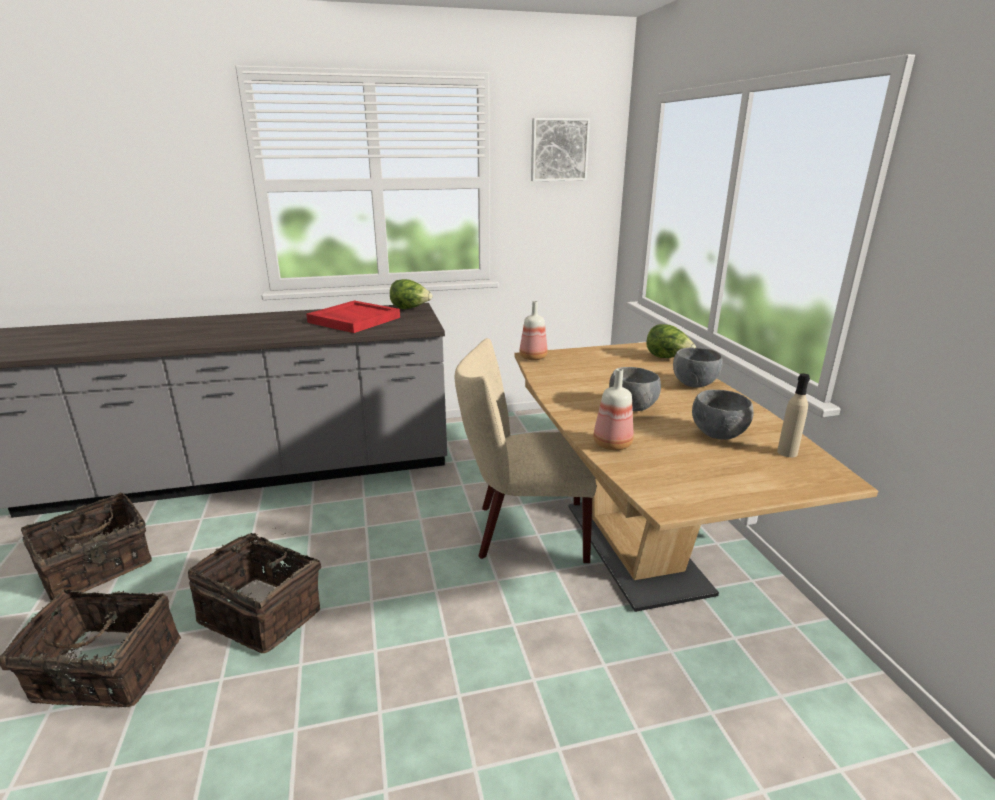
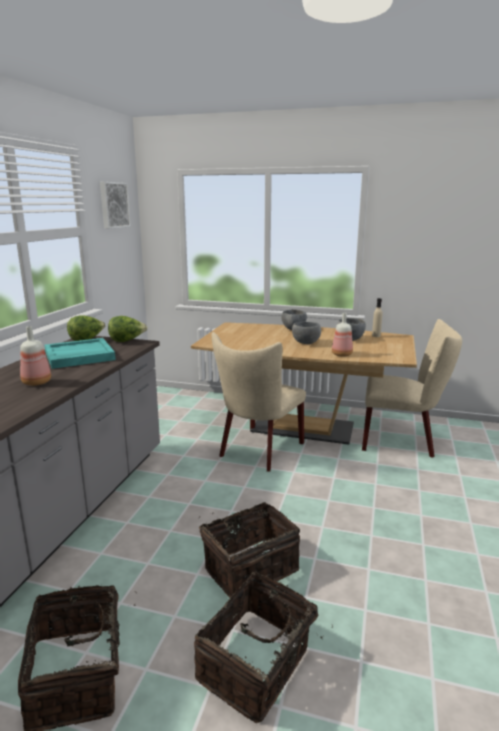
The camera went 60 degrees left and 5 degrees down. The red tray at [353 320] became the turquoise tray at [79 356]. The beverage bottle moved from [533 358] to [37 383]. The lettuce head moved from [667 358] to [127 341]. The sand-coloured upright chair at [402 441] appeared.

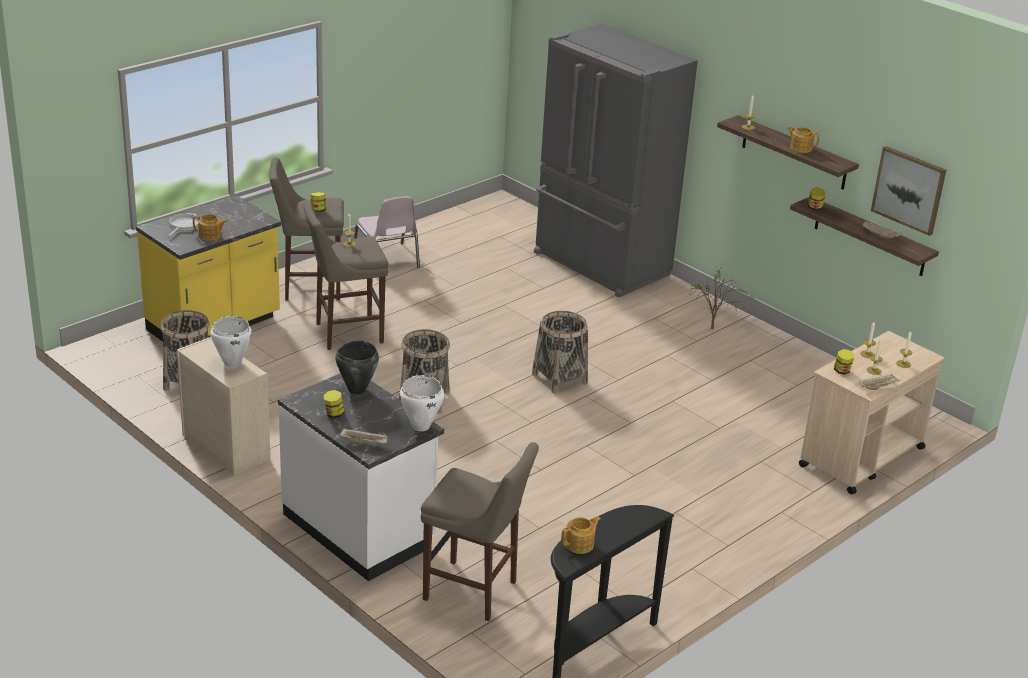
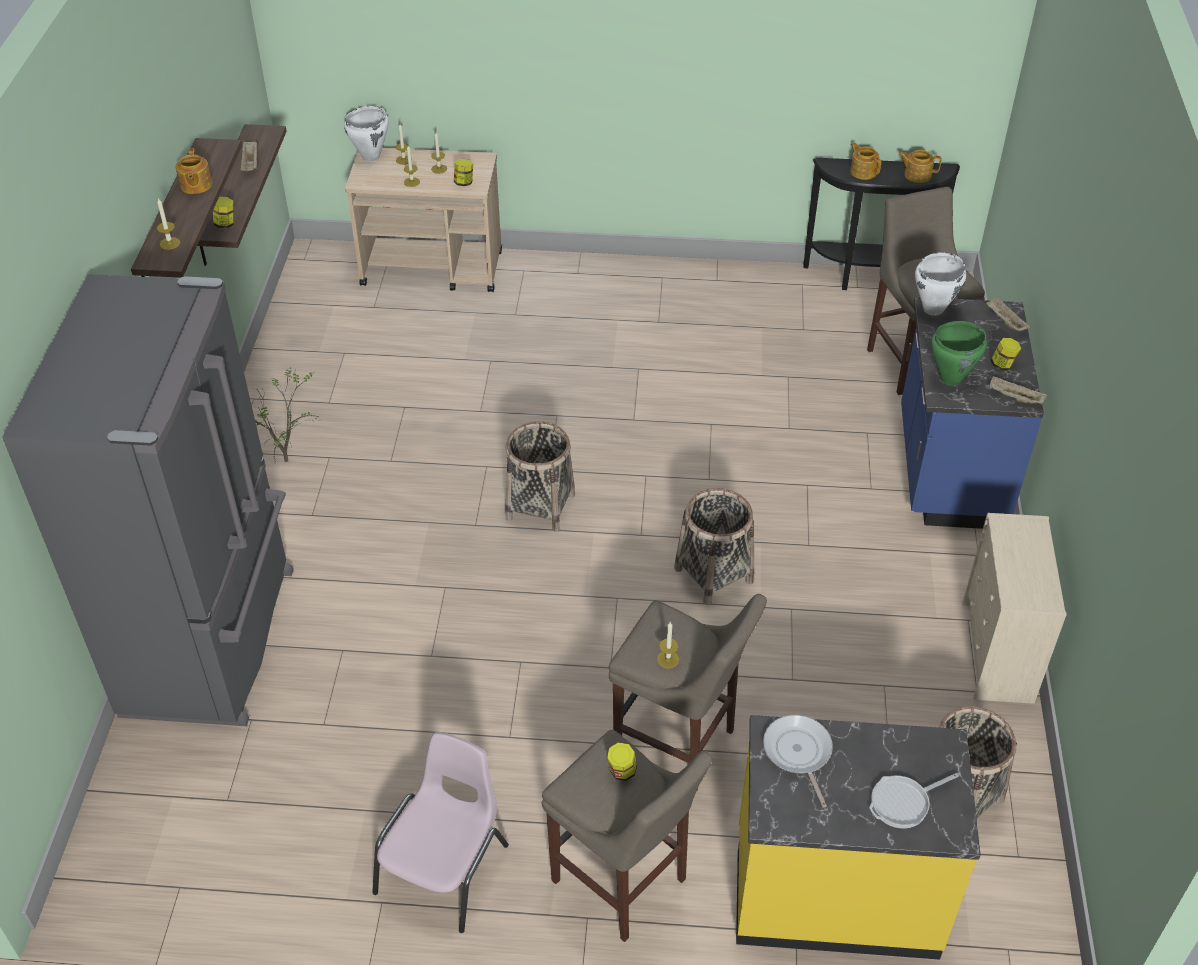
The camera went 130 degrees left and 15 degrees up. The wall picture at [909 190] disappeared. The tea pot moved from [210 235] to [863 171]. The white stockpot moved from [232 363] to [371 157]. The blackish stockpot at [356 390] became the greenish stockpot at [951 378]. The white kitchen counter at [360 529] became the blue-coloured kitchen counter at [947 470]. The sand-coloured tray moved from [878 387] to [1014 398]. The pan at [798 753] appeared.

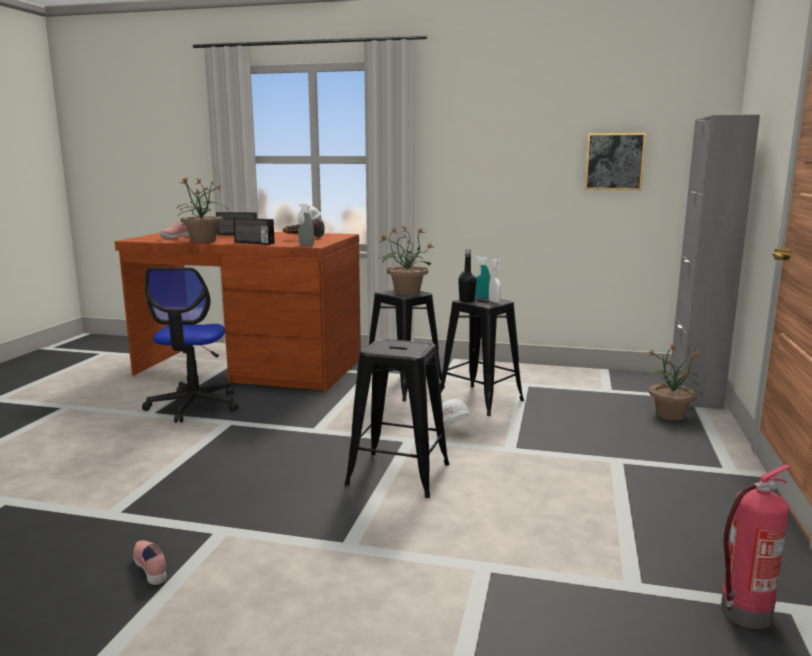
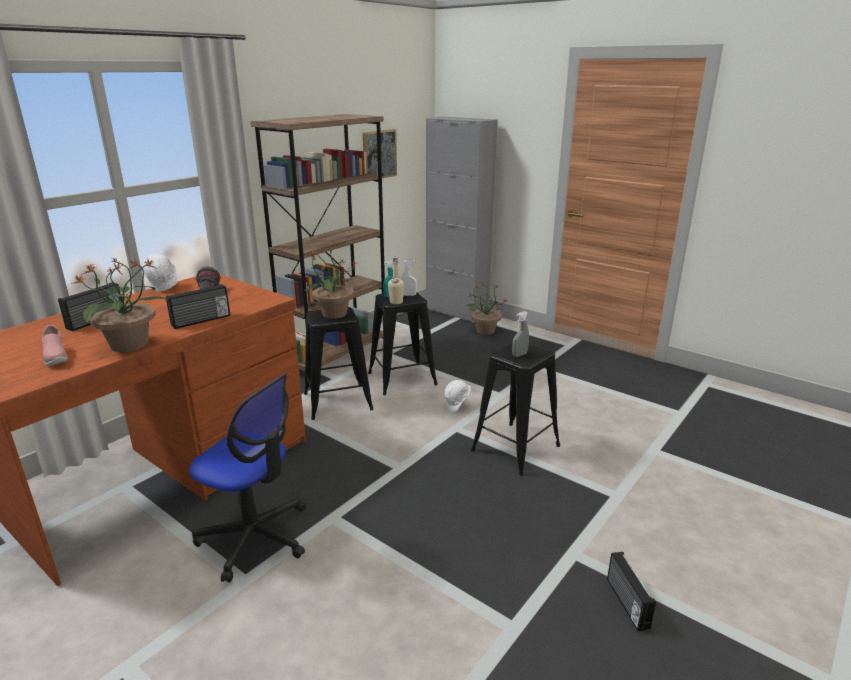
The camera went 65 degrees left and 10 degrees up. The grey hand sprayer moved from [306 245] to [519 355]. The blackish beverage bottle at [466 301] became the sand-coloured beverage bottle at [396 302]. The fire extinguisher at [745 614] disappeared. The pink-coloured shoe at [152 569] was replaced by the radio set at [626 603]. The brown bookcase at [336 359] appeared.

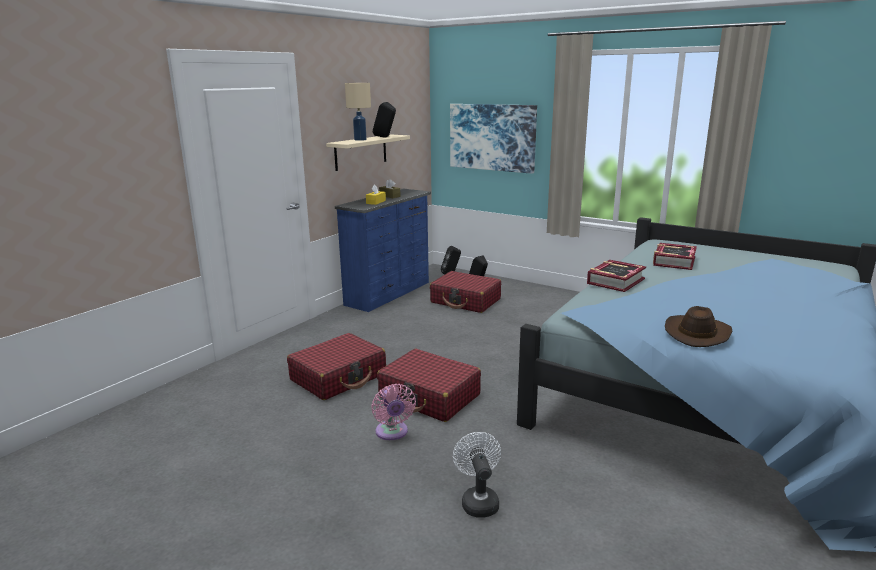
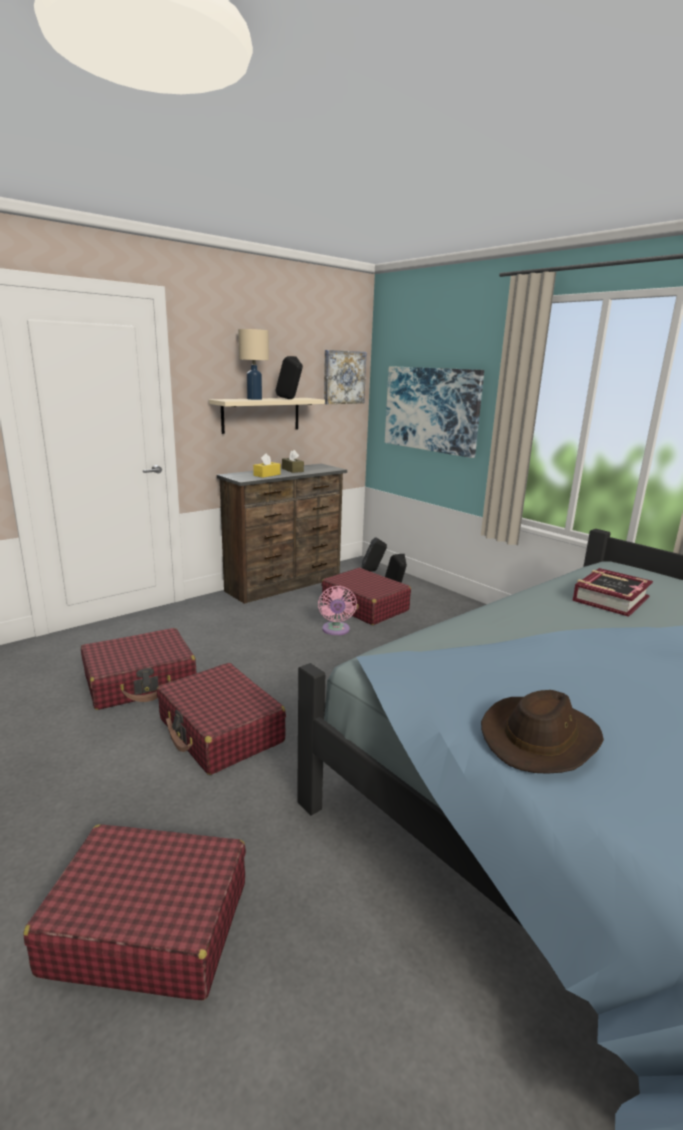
The camera went 15 degrees right and 0 degrees up. The blue-coloured chest of drawers at [389 293] became the brown chest of drawers at [285 584]. The book at [615 281] disappeared. The pink-coloured cooling fan moved from [392 433] to [336 630]. The white cooling fan at [478 501] was replaced by the red piece of luggage at [147 926]. The wall picture at [343 377] appeared.

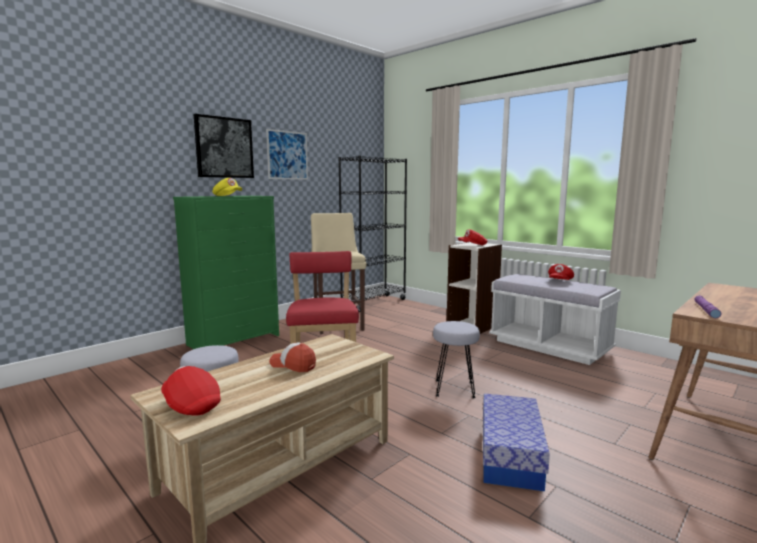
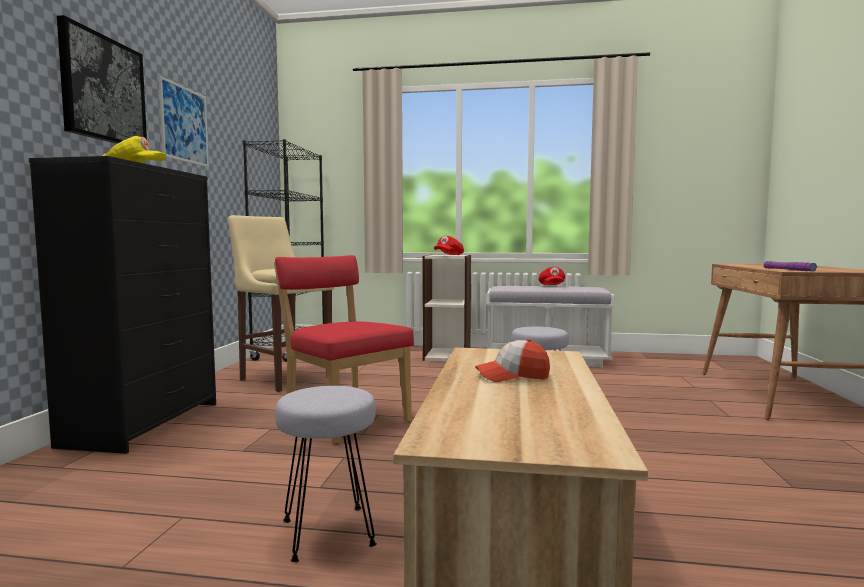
The camera went 35 degrees left and 5 degrees down. The greenish chest of drawers at [235 340] became the blackish chest of drawers at [144 423]. The red baseball cap at [191 405] disappeared. The storage container at [510 455] disappeared.

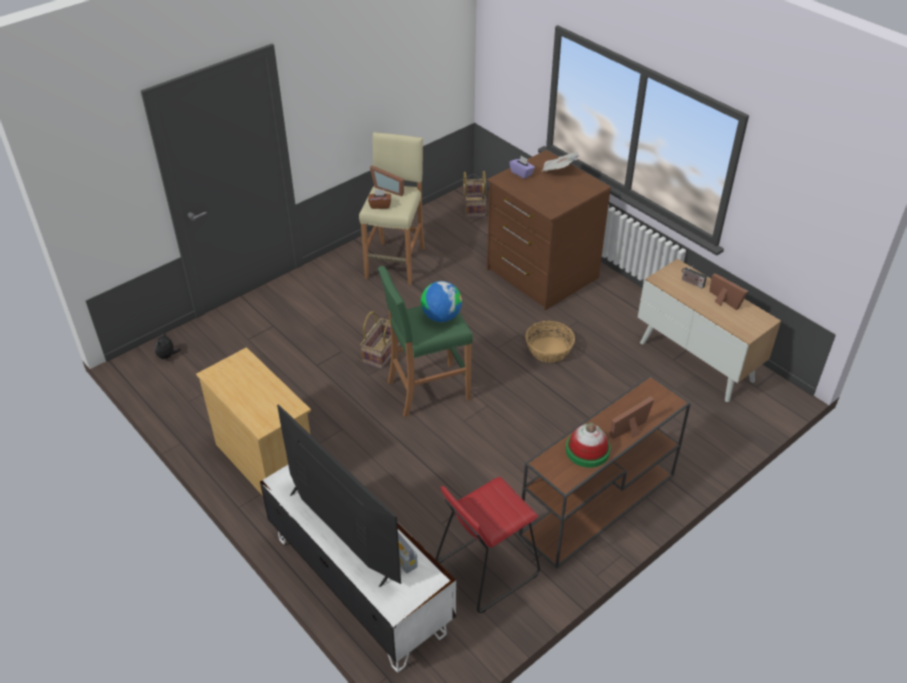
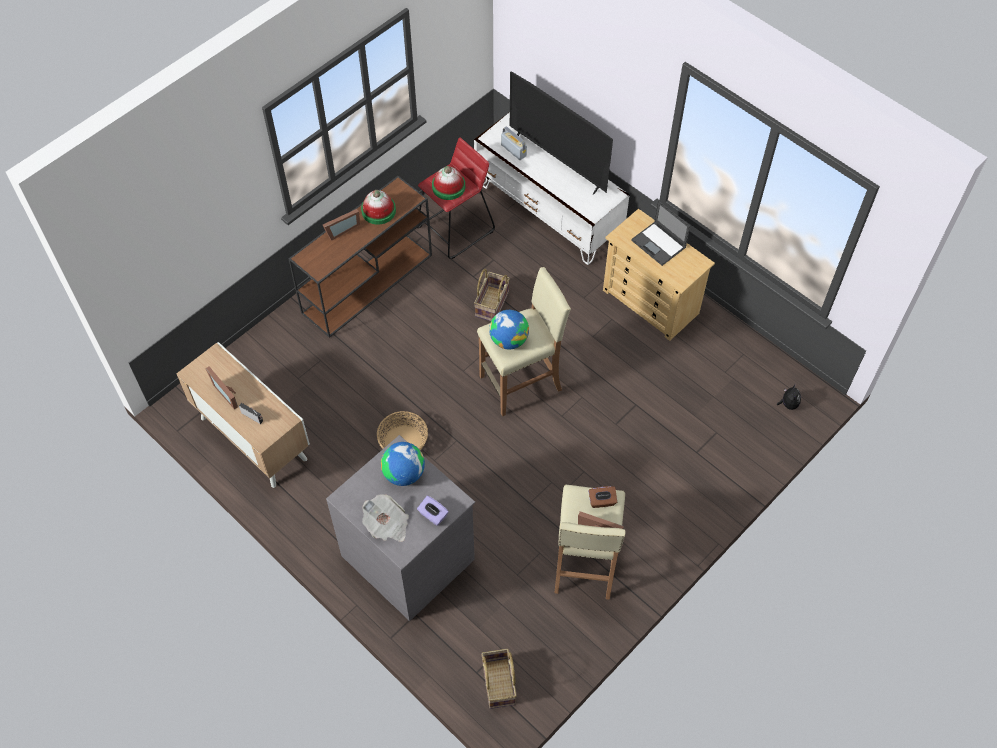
The camera went 175 degrees right and 15 degrees up. The brown chest of drawers at [541 274] became the grey chest of drawers at [409 556]. The greenish stool at [427 390] became the sand-coloured stool at [521 383]. The basket moved from [381 352] to [492 304]. The clothing hat at [448 187] appeared. The laptop at [659 244] appeared. The world globe at [404 474] appeared.

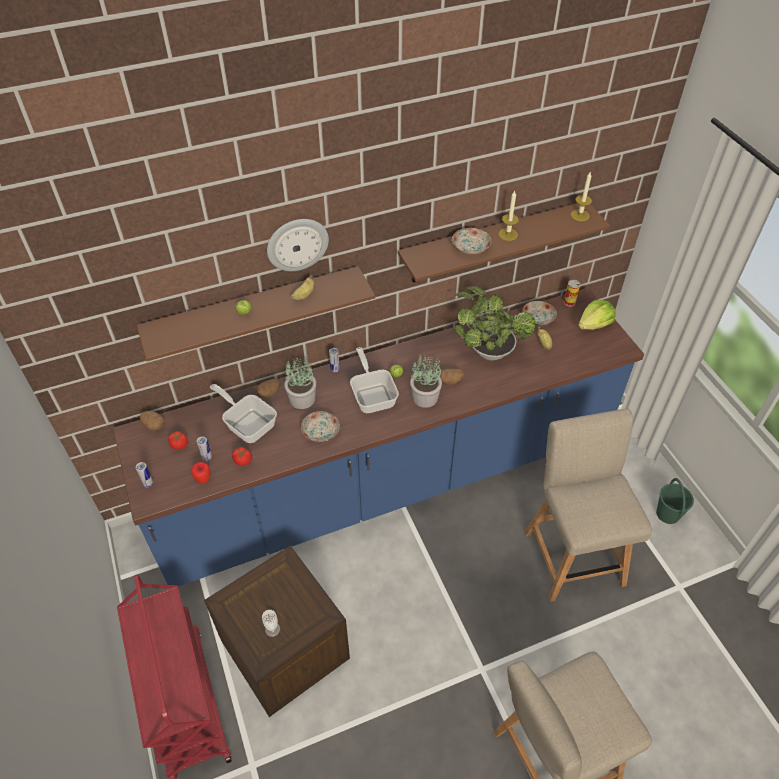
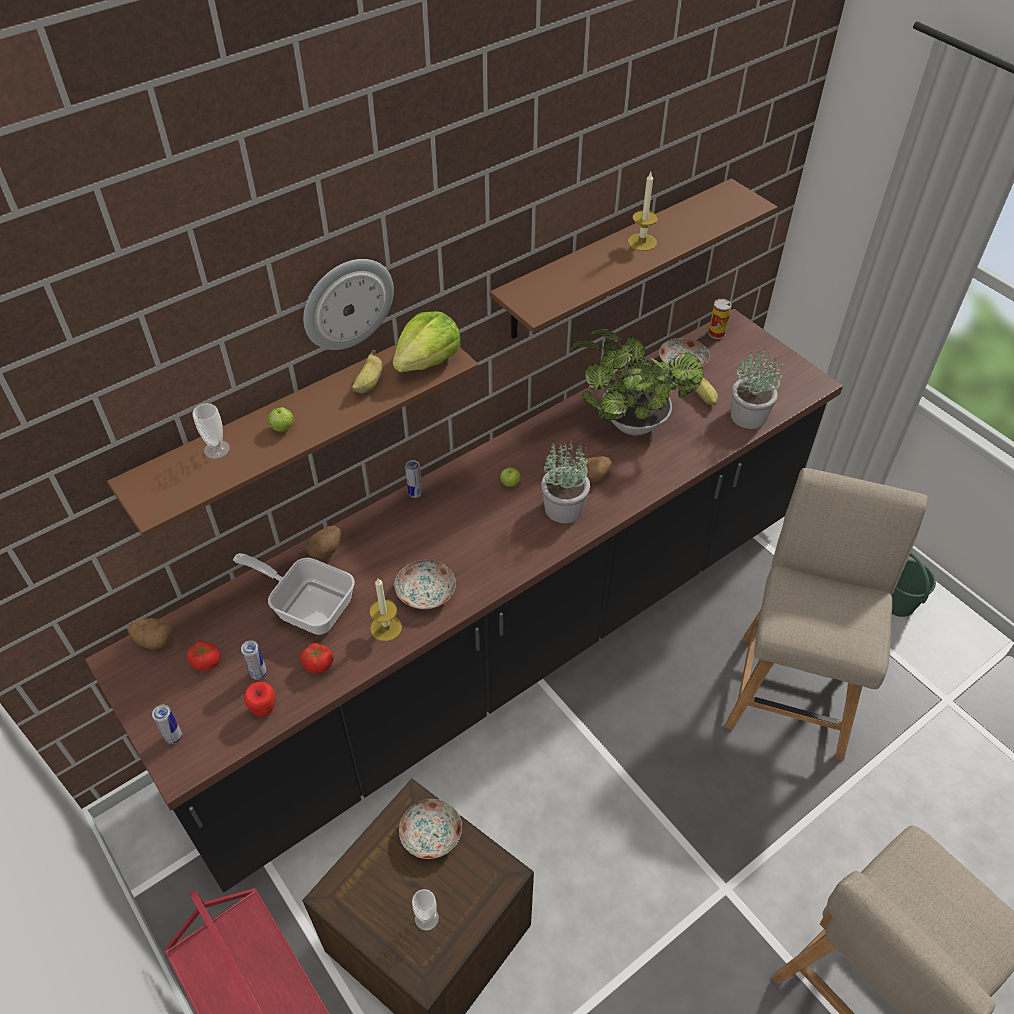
The camera went 15 degrees left and 0 degrees up. The candle moved from [580 215] to [386 628]. The flat dish moved from [470 247] to [431 833]. The blue-coloured kitchen counter at [389 483] became the blackish kitchen counter at [507 647]. The lettuce head moved from [594 325] to [428 361]. The pan at [373 395] disappeared. The houseplant moved from [303 399] to [749 416]. The sand-coloured upright chair at [572 553] turned 45 degrees clockwise. The drinking cup at [217 449] appeared.

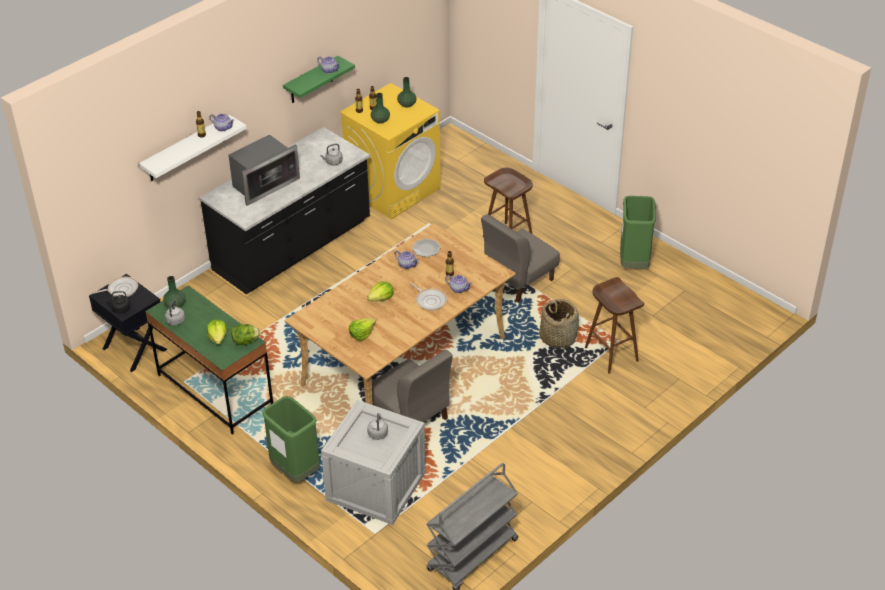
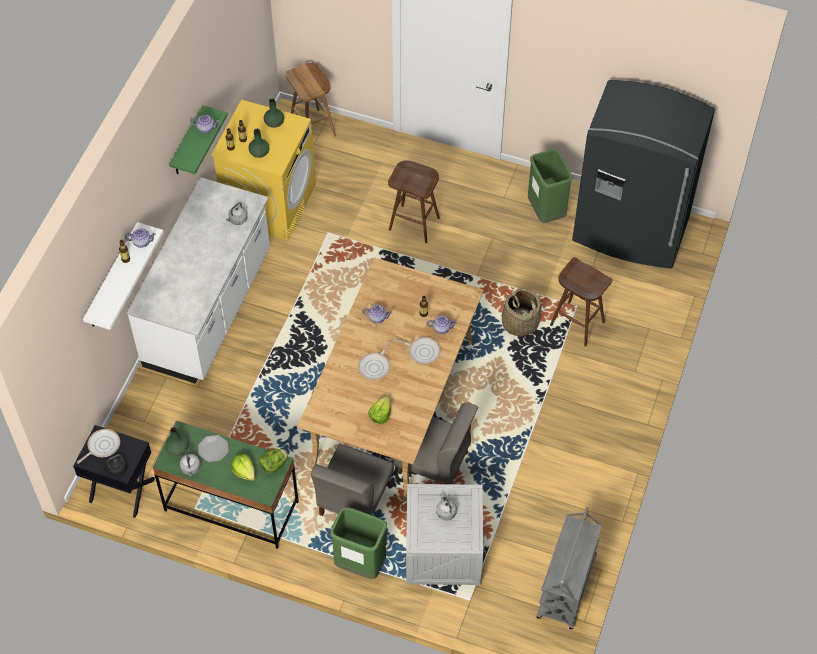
The camera went 25 degrees left and 15 degrees up. The blackish kitchen counter at [293 247] became the white kitchen counter at [209 309]. The kitchen microwave at [263 184] disappeared. The grey upright chair moved from [518 281] to [353 500]. The flat dish moved from [426 248] to [213 449]. The lettuce head at [381 298] was replaced by the pan at [375 366]. The brown stool at [313 129] appeared. The grey kitchen fridge at [630 231] appeared.

